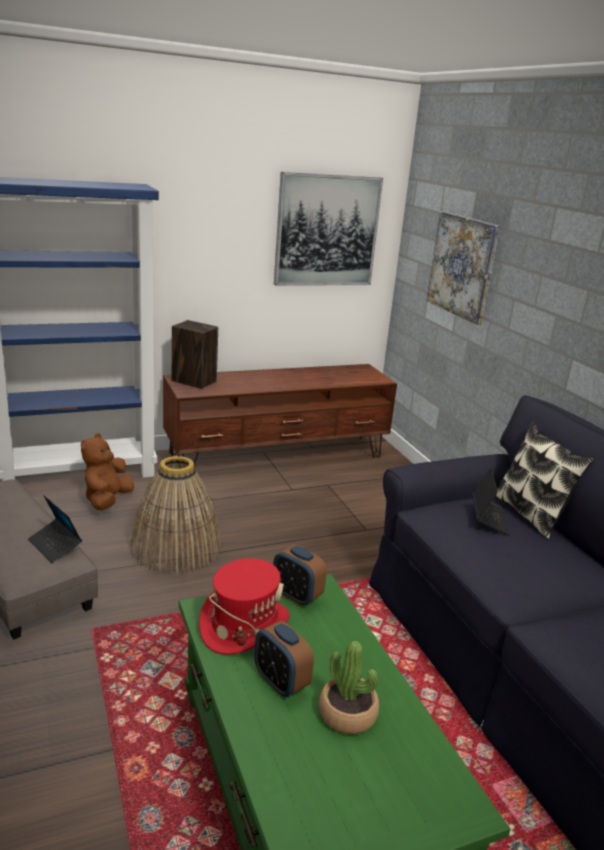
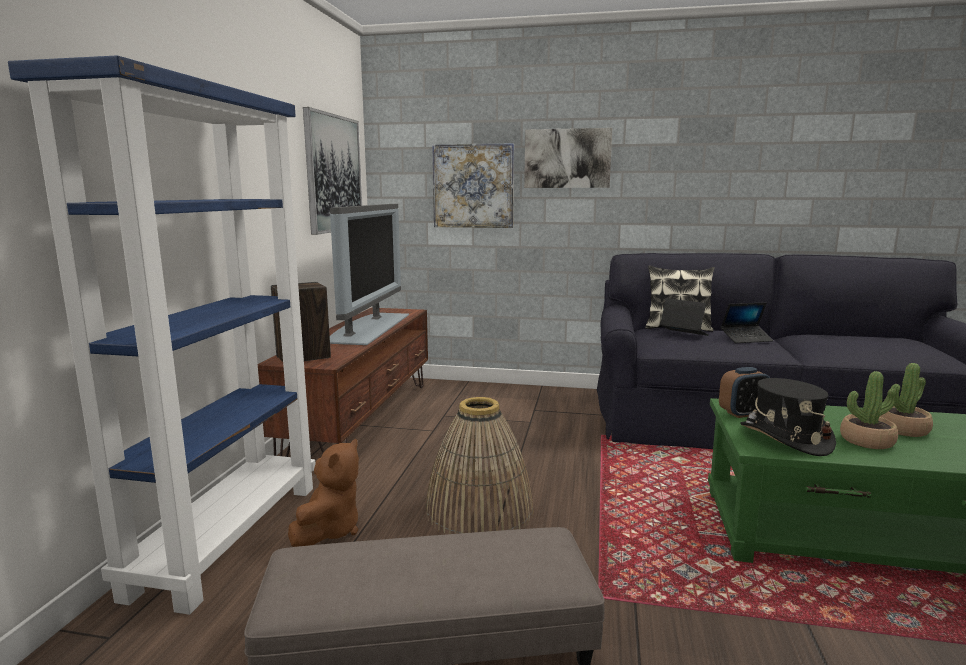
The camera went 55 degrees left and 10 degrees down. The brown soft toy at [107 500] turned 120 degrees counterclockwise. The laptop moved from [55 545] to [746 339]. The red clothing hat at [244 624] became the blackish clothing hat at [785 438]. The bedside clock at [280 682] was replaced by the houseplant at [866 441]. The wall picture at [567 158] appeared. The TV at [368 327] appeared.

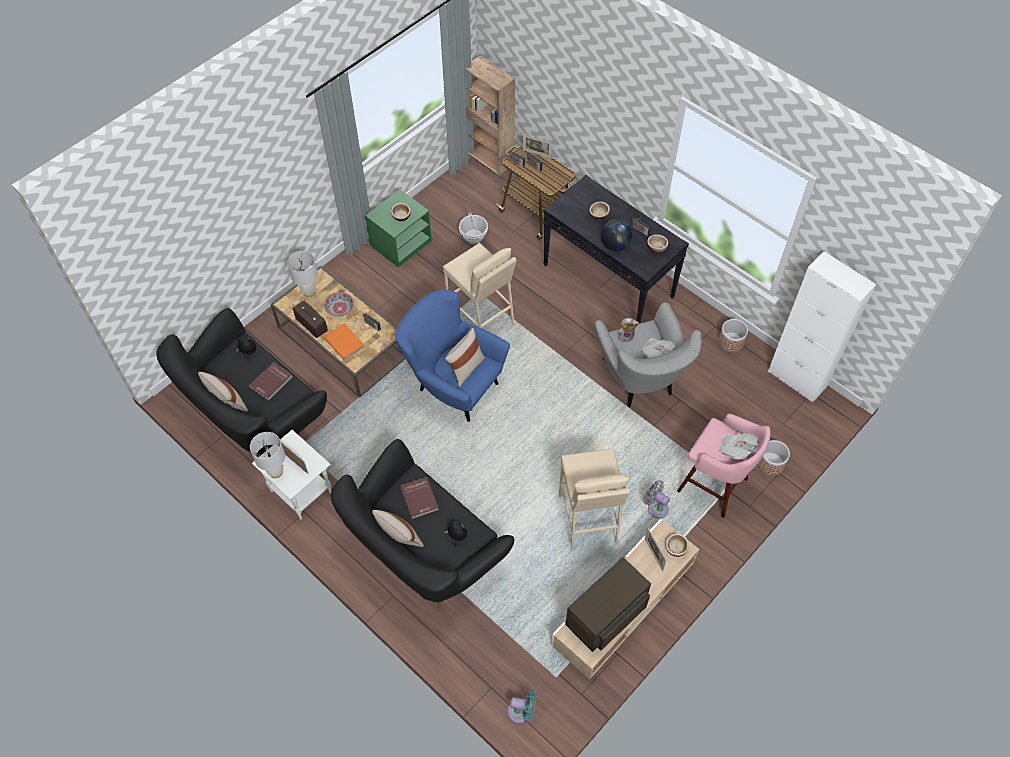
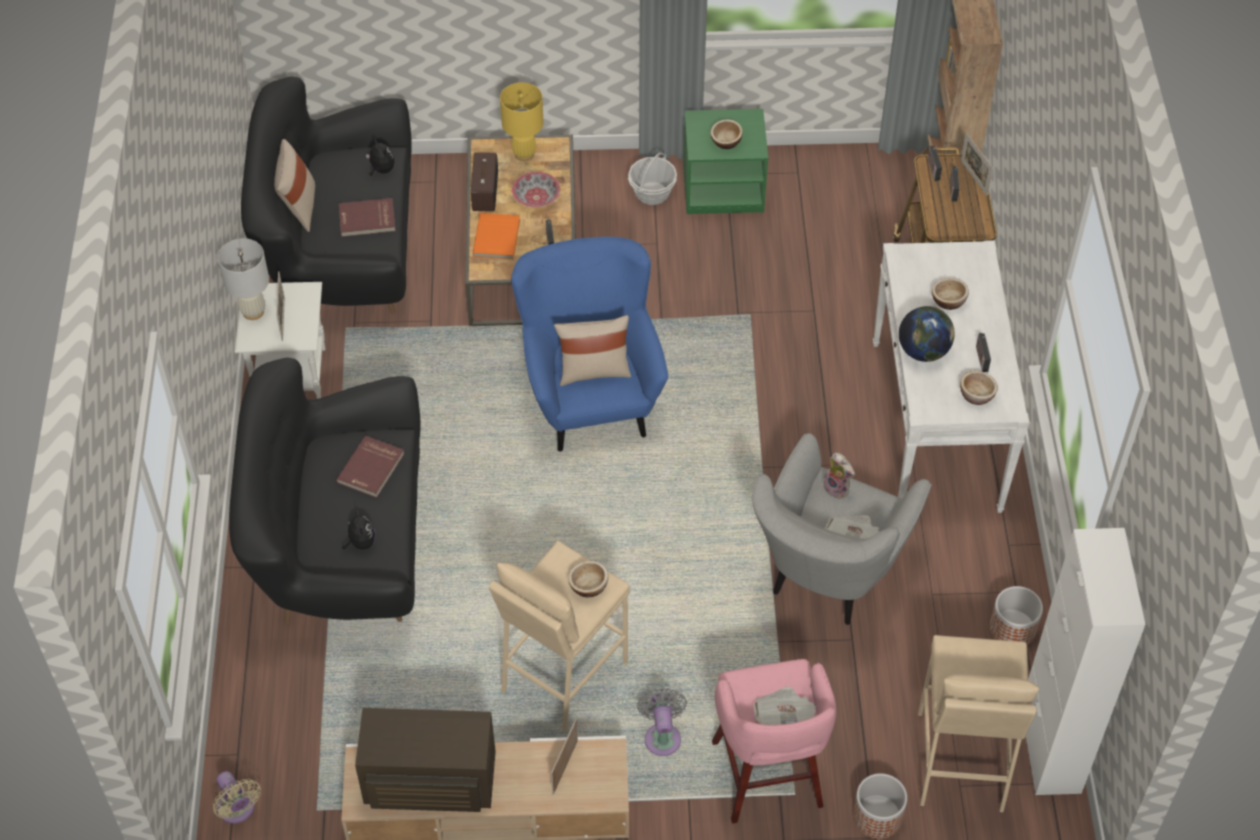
The camera went 45 degrees right and 5 degrees down. The blackish console table at [608 281] became the white console table at [936 426]. The basket moved from [473 236] to [652 193]. The sand-coloured stool moved from [481 319] to [960 762]. The white table lamp at [309 292] became the yellowish table lamp at [524 154]. The sand-coloured throw pillow at [400 538] disappeared. The deep dish moved from [676 548] to [588 586]. The turquoise cooling fan at [522 712] became the sand-coloured cooling fan at [238 810].

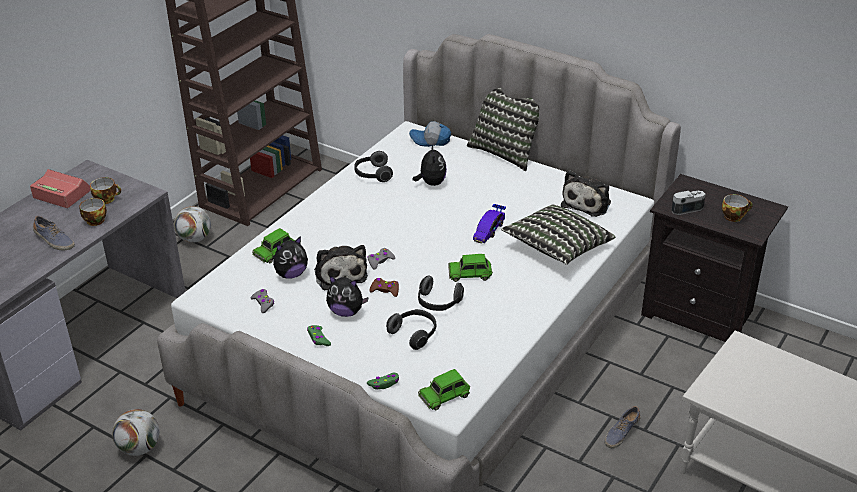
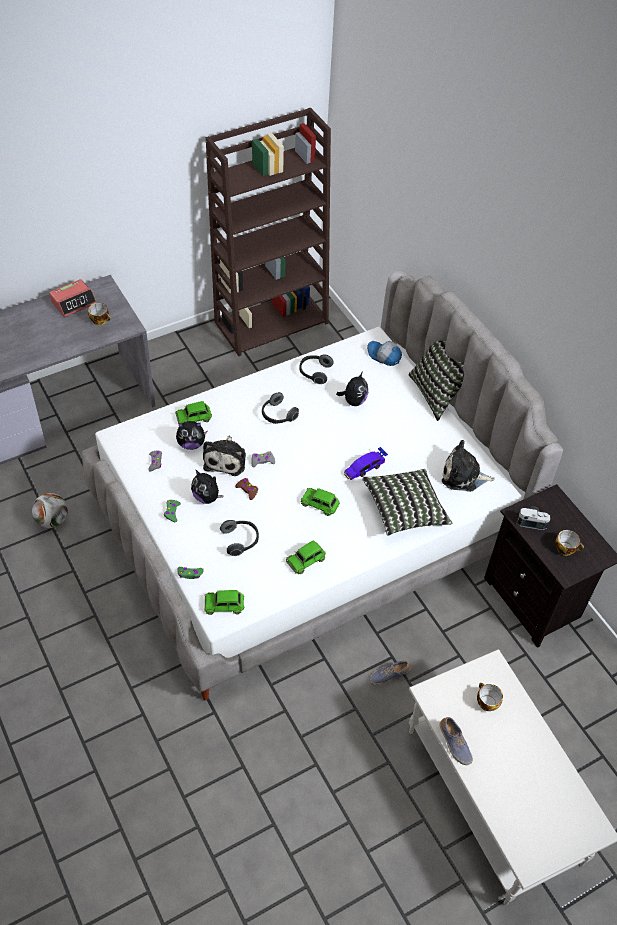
The camera went 25 degrees right and 15 degrees up. The bedside clock at [62 194] turned 90 degrees clockwise. The soft toy at [587 203] turned 45 degrees clockwise. The drinking cup moved from [94 220] to [486 702]. The ball for football at [195 239] disappeared. The shoe moved from [54 241] to [454 744]. The pair of headphones moved from [438 303] to [278 415]. The greenish model car at [306 559] appeared.

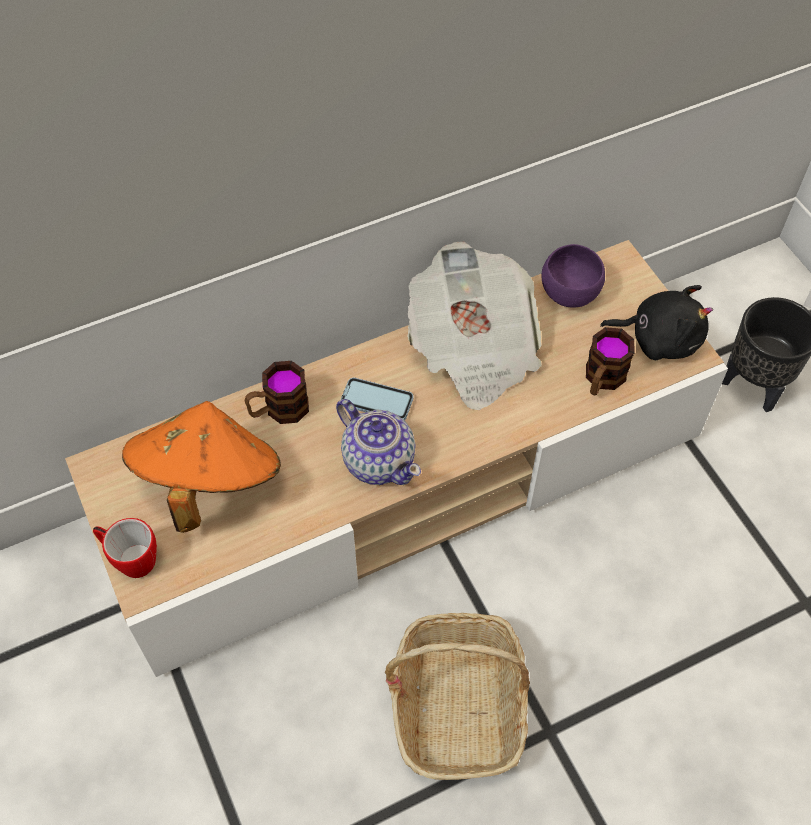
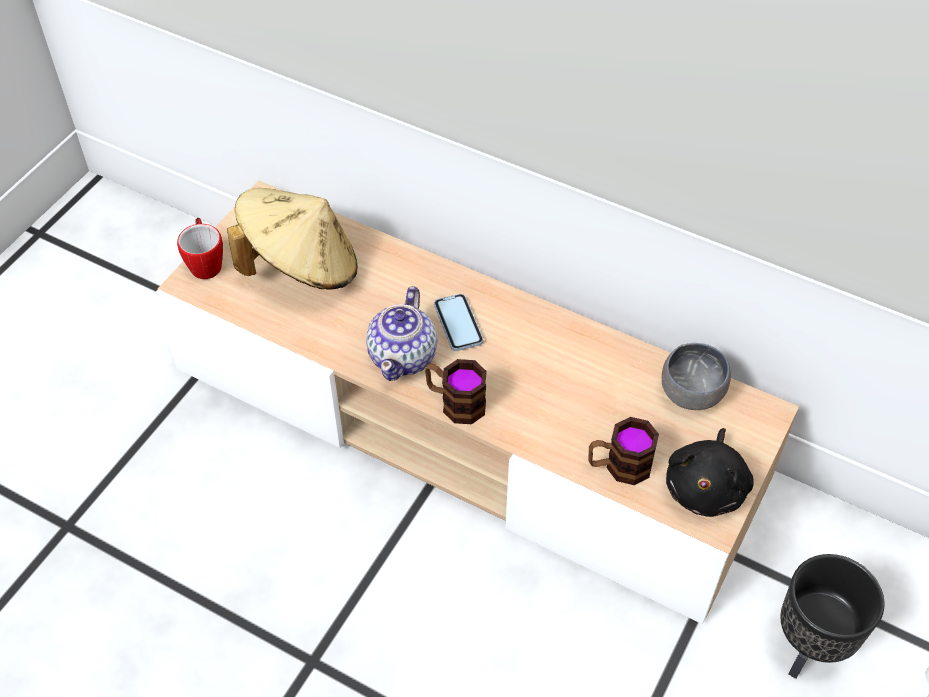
The camera went 55 degrees right and 5 degrees down. The newspaper at [473 349] disappeared. The purplish deep dish at [571 295] became the grey deep dish at [690 396]. The blackish soft toy at [659 338] turned 45 degrees clockwise. The coffee mug moved from [279 410] to [455 402]. The orangey clothing hat at [208 482] became the sand-coloured clothing hat at [301 267]. The basket at [458 704] disappeared.

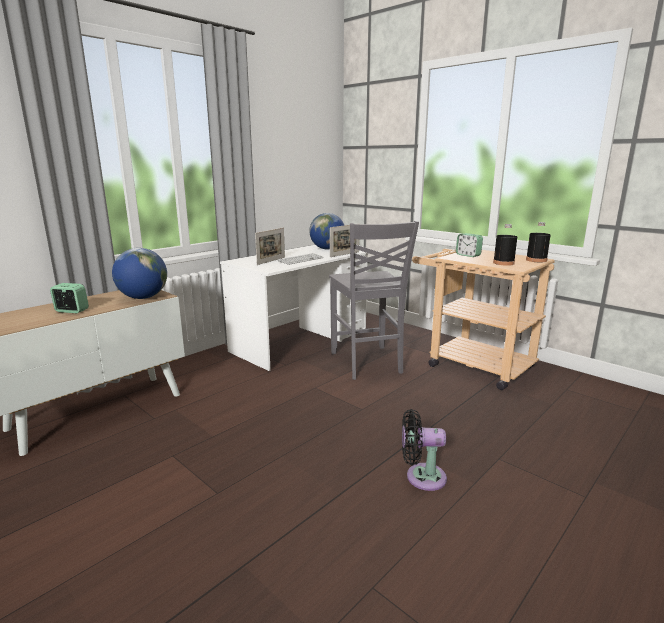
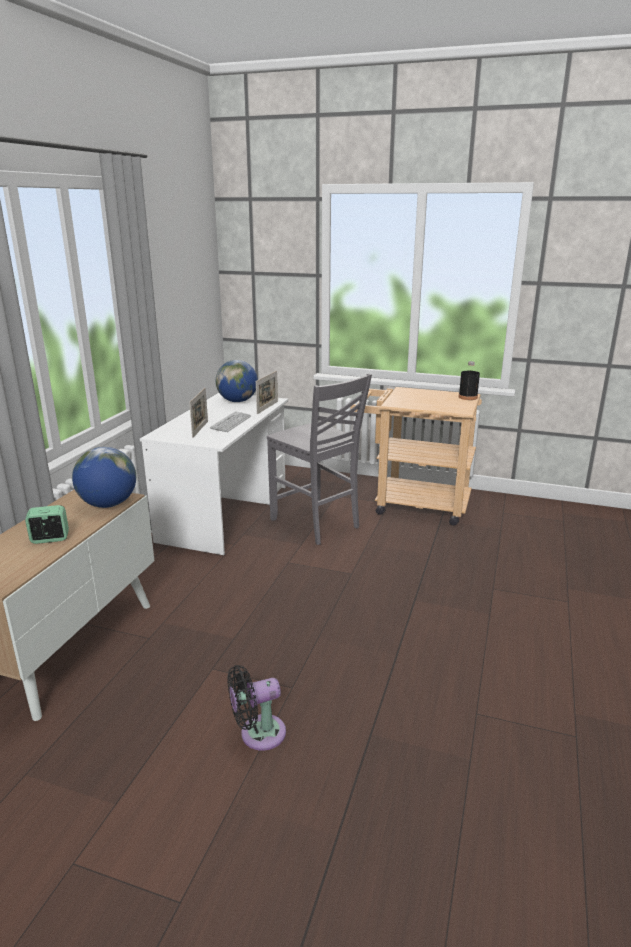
The camera went 25 degrees left and 5 degrees up. The blackish beverage bottle at [503 263] disappeared. The bedside clock at [468 255] disappeared. The blackish cooling fan moved from [421 477] to [258 734].

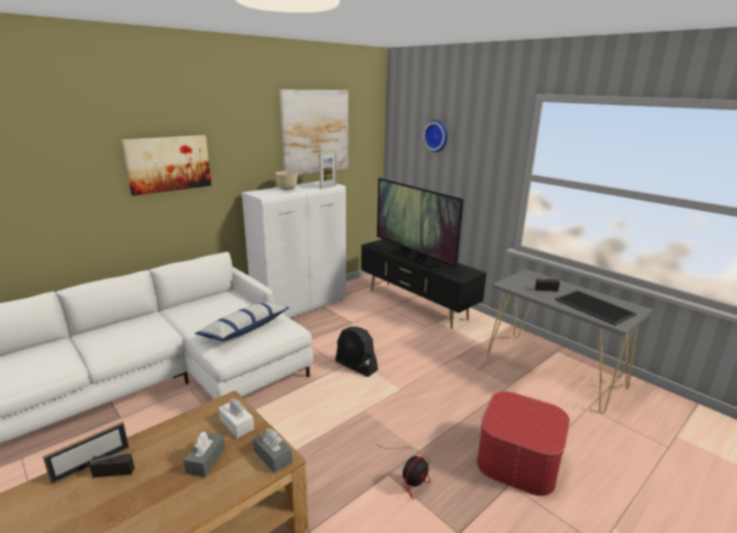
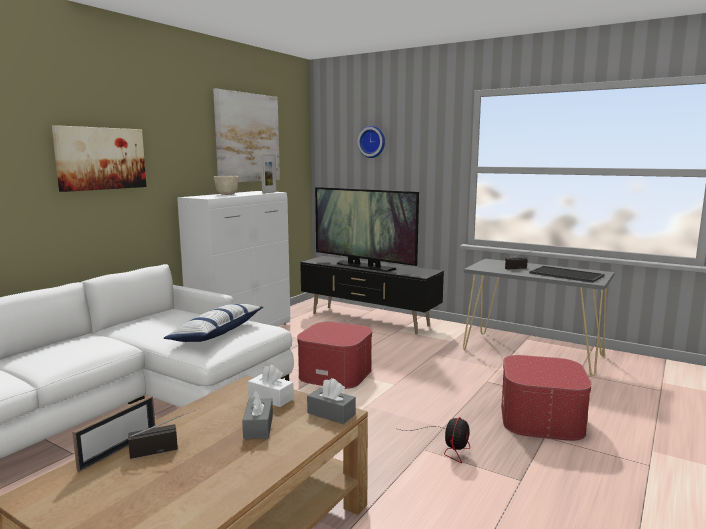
The camera went 15 degrees left and 10 degrees down. The blackish cooling fan at [356 366] was replaced by the footrest at [335 373].

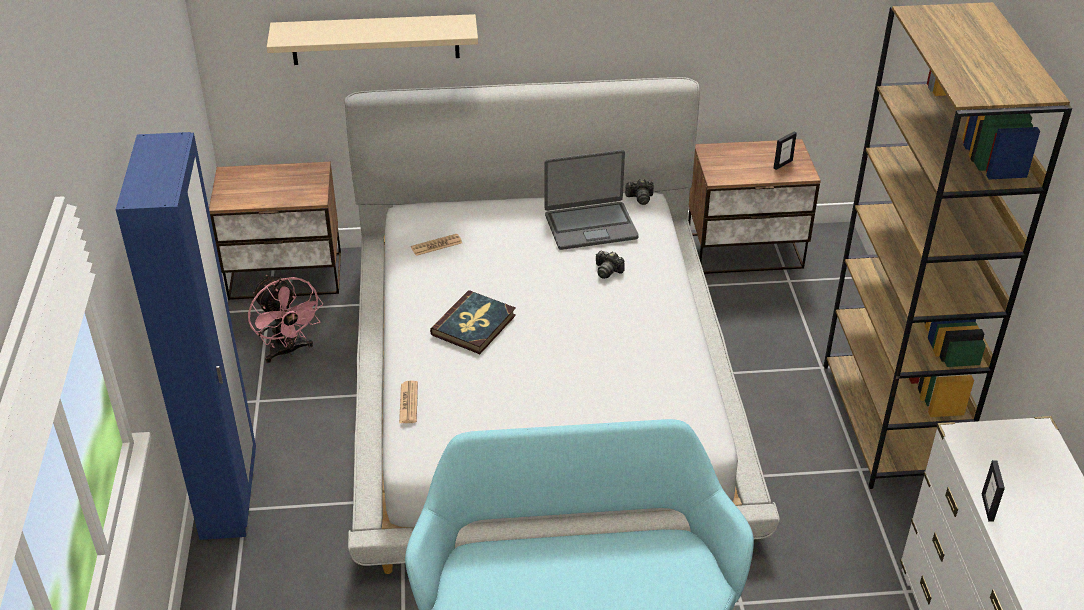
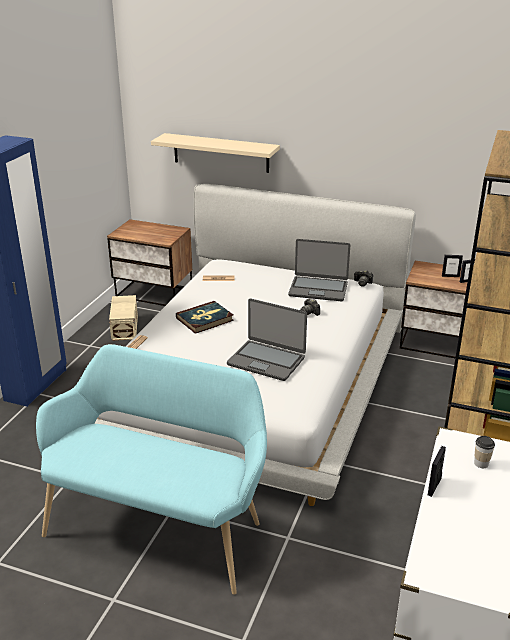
The camera went 25 degrees right and 10 degrees down. The pink-coloured cooling fan at [288 351] was replaced by the sand-coloured storage container at [125 327]. The standing frame at [450 276] appeared. The laptop at [266 360] appeared. The drinking cup at [481 463] appeared.

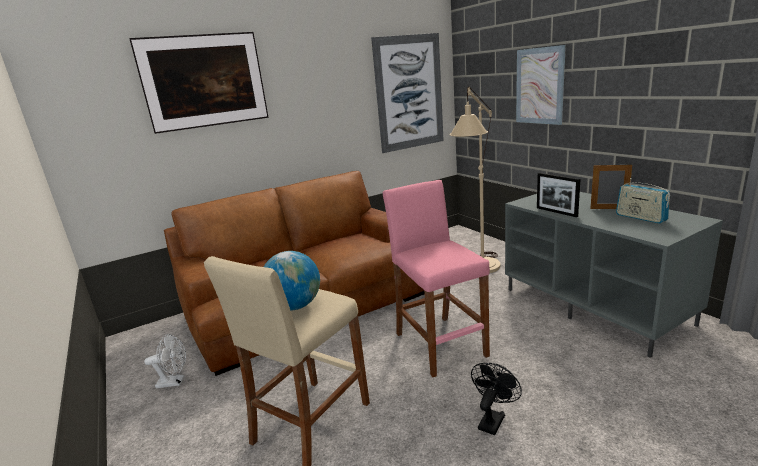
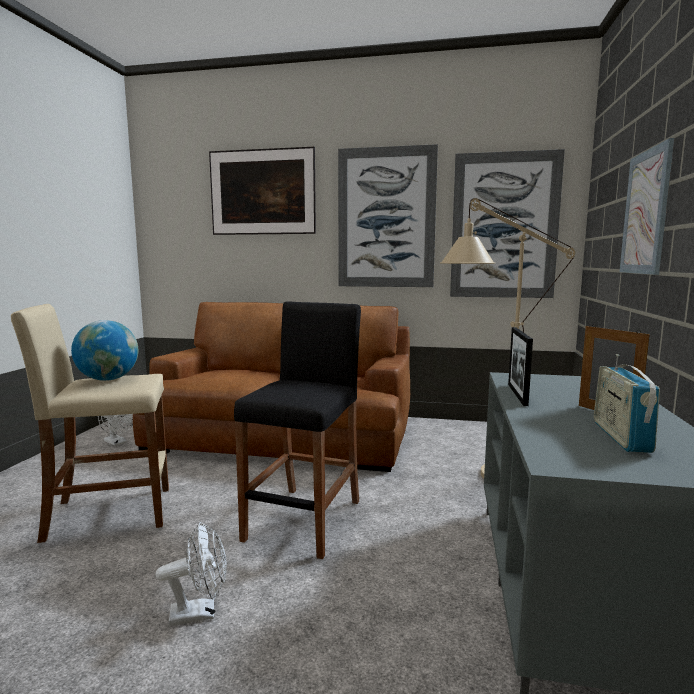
The camera went 40 degrees right and 10 degrees down. The pink-coloured stool at [440 344] became the blackish stool at [305 520]. The blackish cooling fan at [493 419] became the white cooling fan at [200 612]. The wall picture at [386 218] appeared.

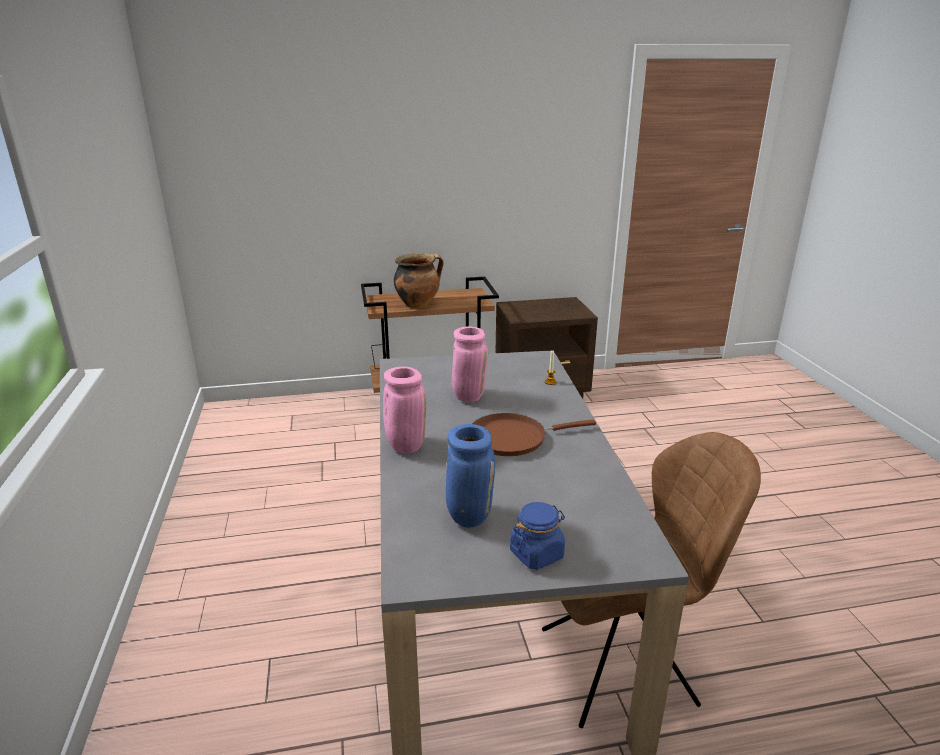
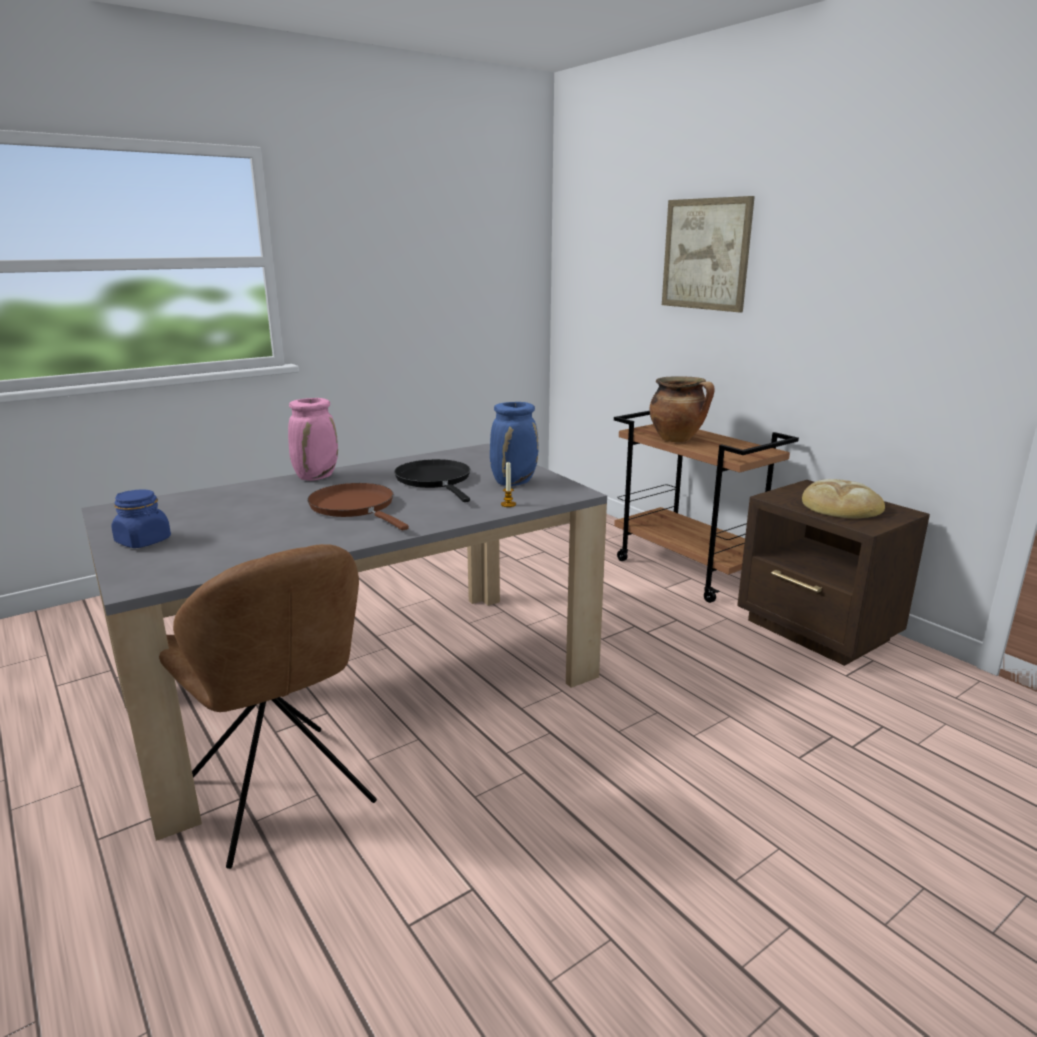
The camera went 65 degrees right and 5 degrees down. The pink-coloured decorative vase at [468 396] was replaced by the blackish pan at [435 480]. The blue-coloured decorative vase moved from [468 515] to [514 482]. The wall picture at [705 254] appeared. The bakery bread at [840 506] appeared.

